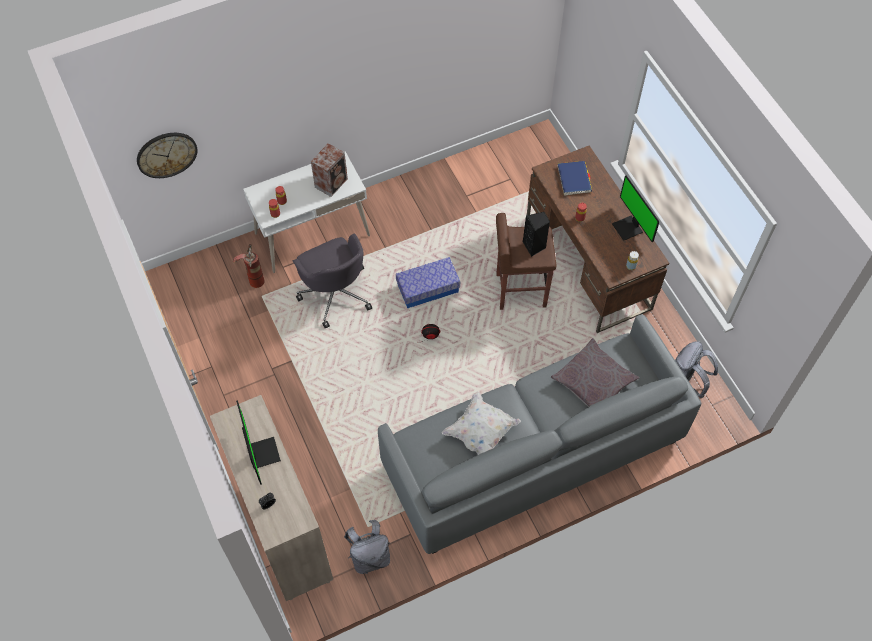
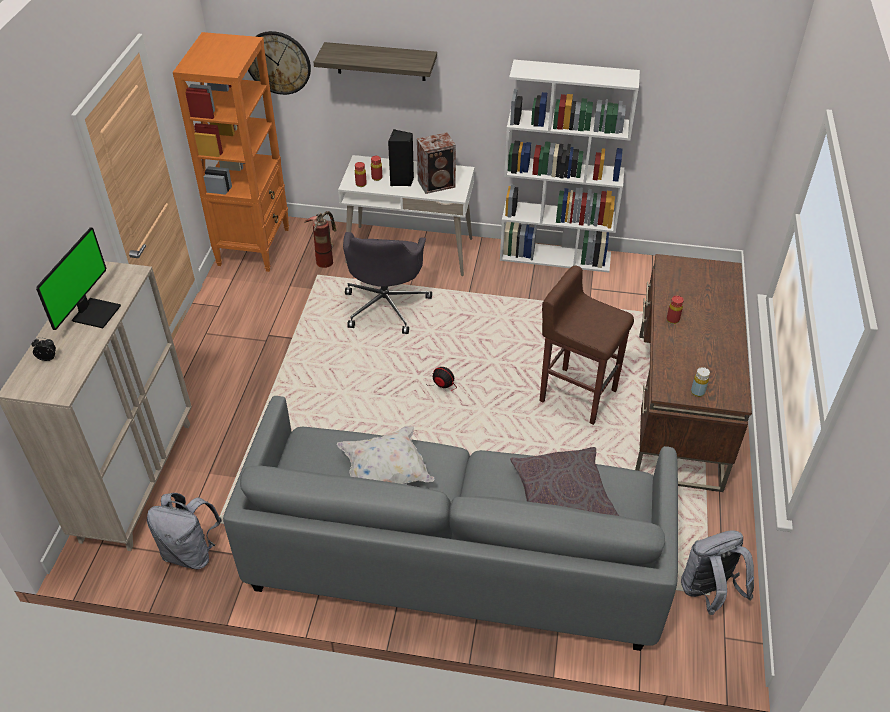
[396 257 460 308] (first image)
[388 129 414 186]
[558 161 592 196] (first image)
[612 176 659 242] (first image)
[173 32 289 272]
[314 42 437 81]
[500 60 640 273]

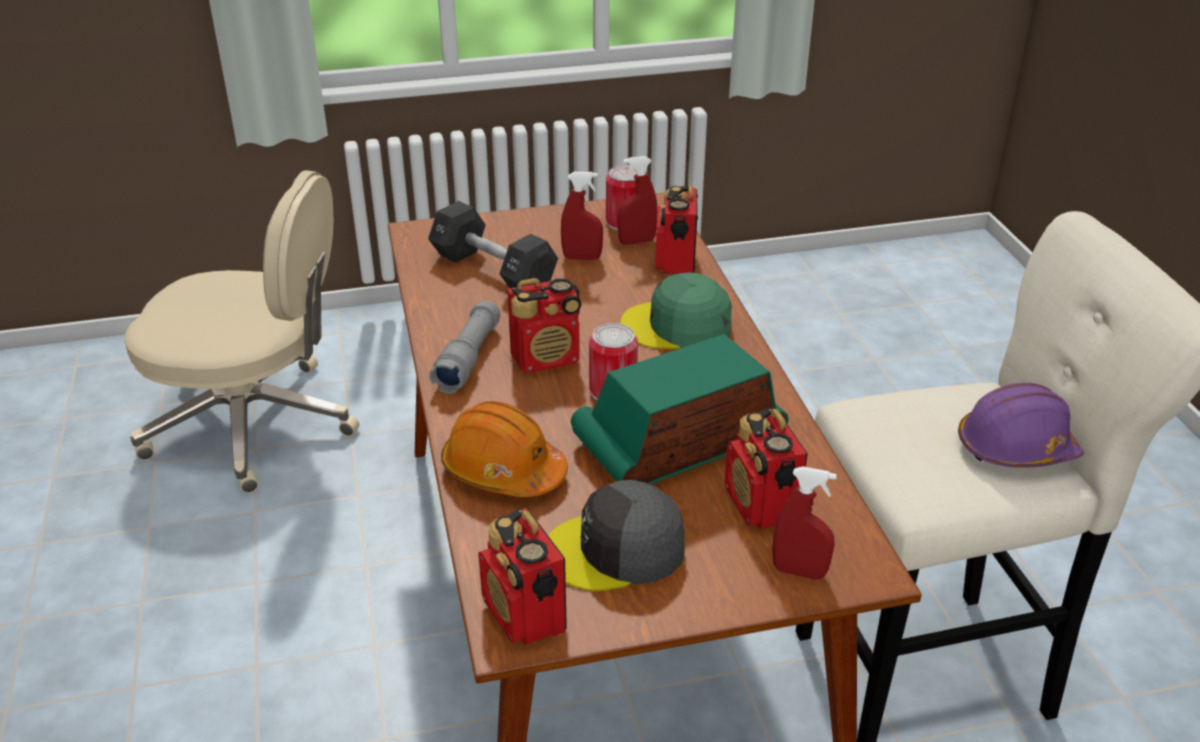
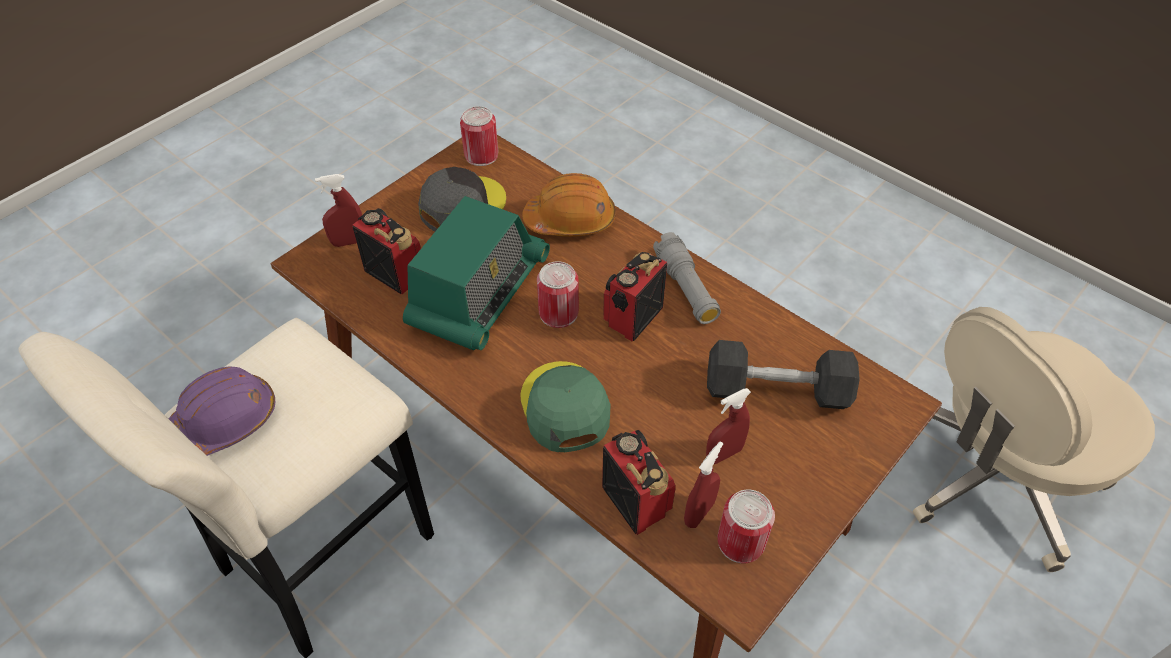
[460 106 498 166]
[521 361 611 452]

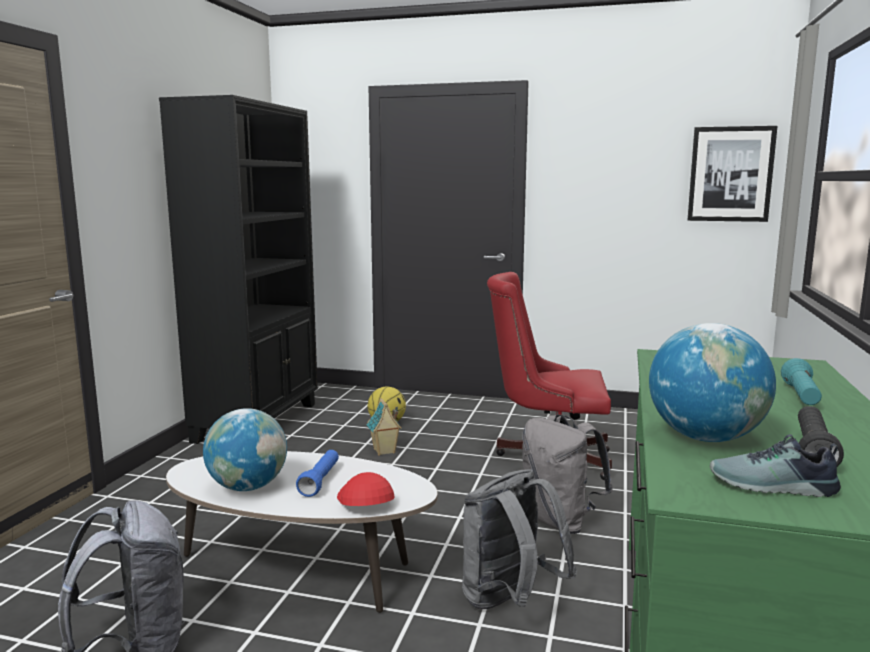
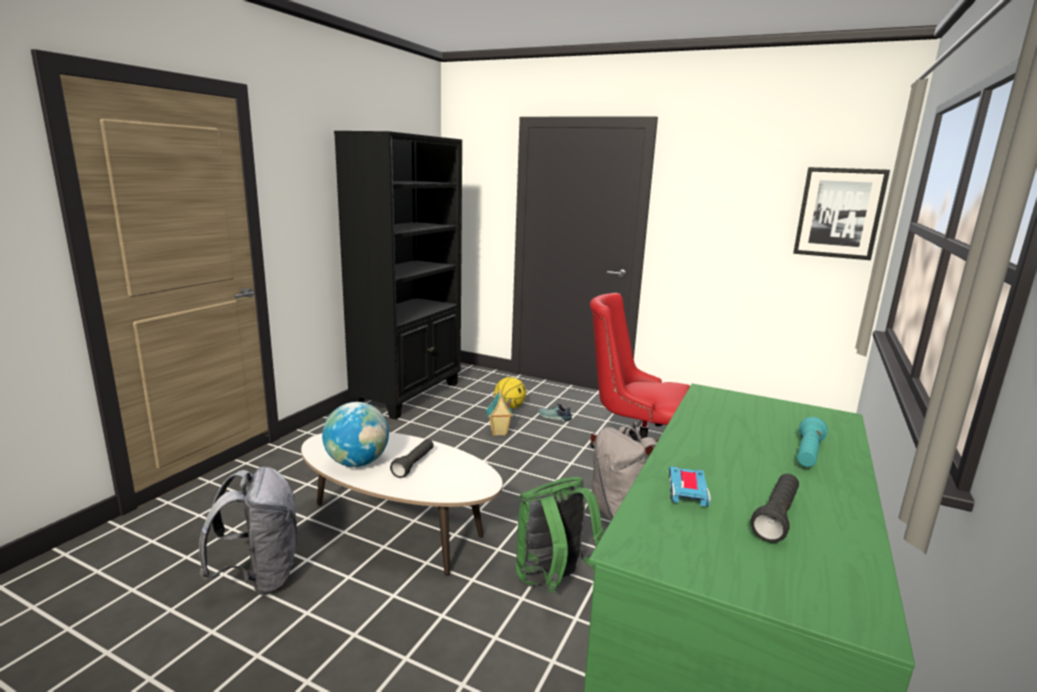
[390 439 434 478]
[337 472 395 506] (first image)
[516 477 603 593]
[668 466 711 507]
[538 403 572 422]

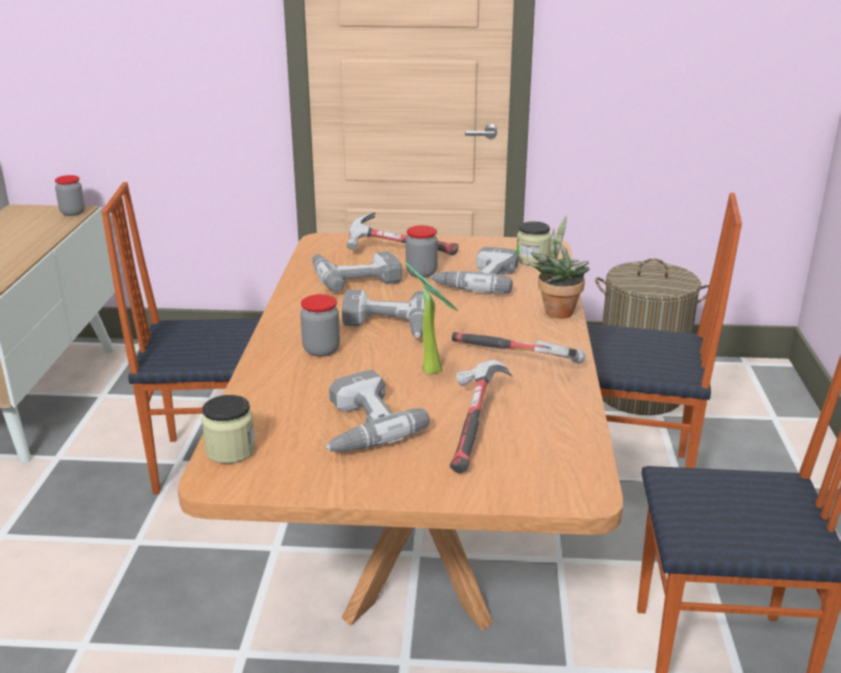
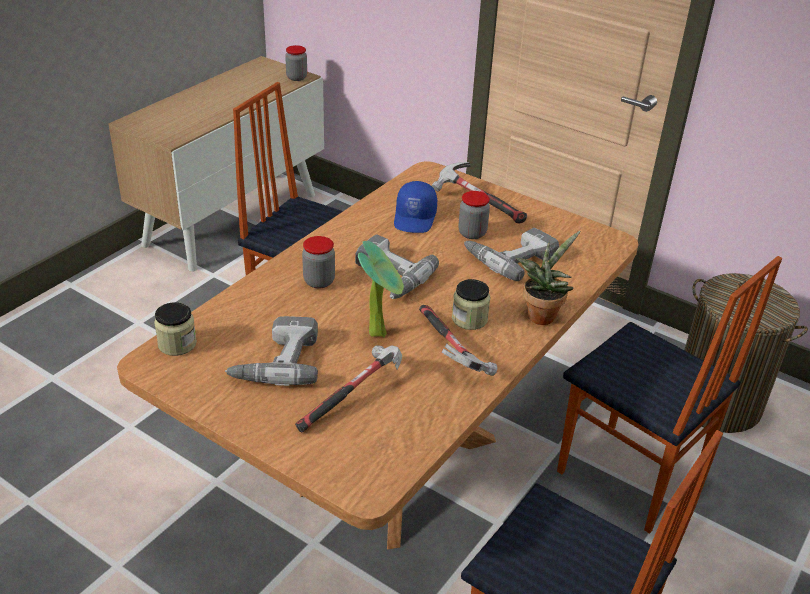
[394 181 437 233]
[452 279 490 330]

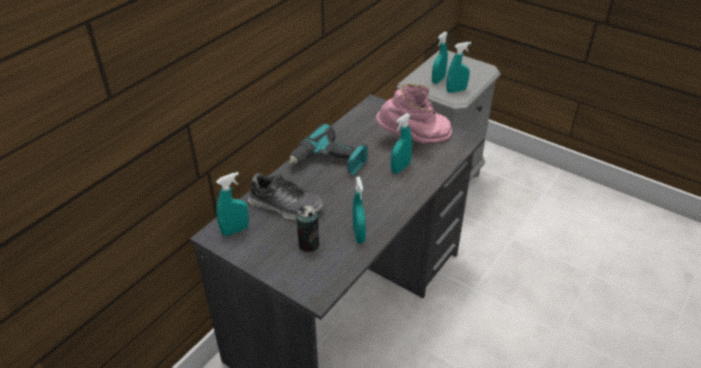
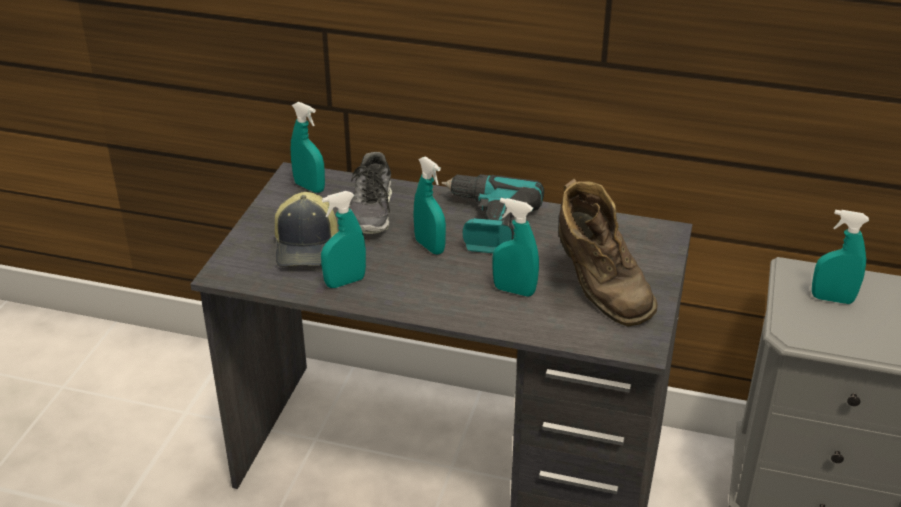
[275 192 338 267]
[559 179 658 327]
[414 156 446 255]

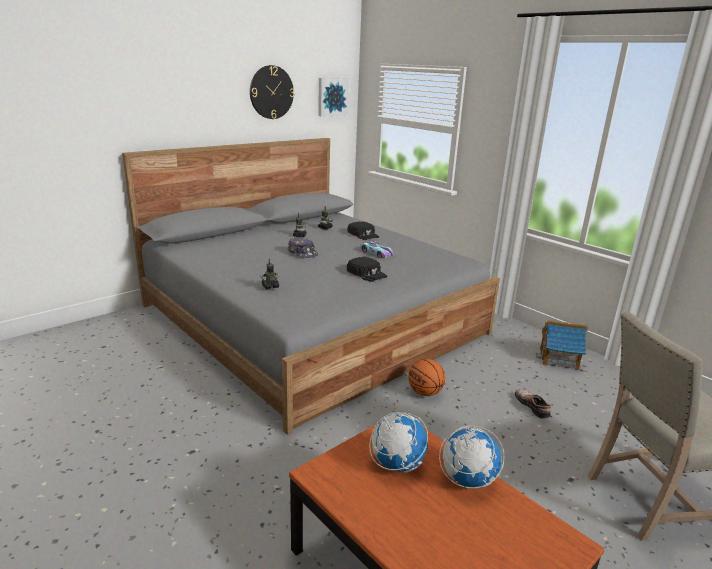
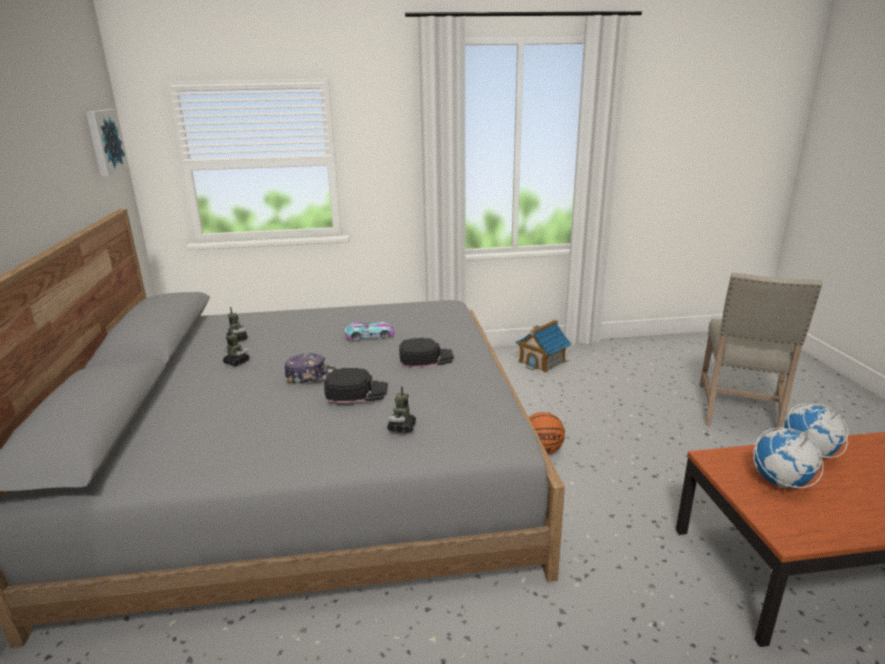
[250 65 294 119] (first image)
[324 368 388 403]
[515 389 551 419] (first image)

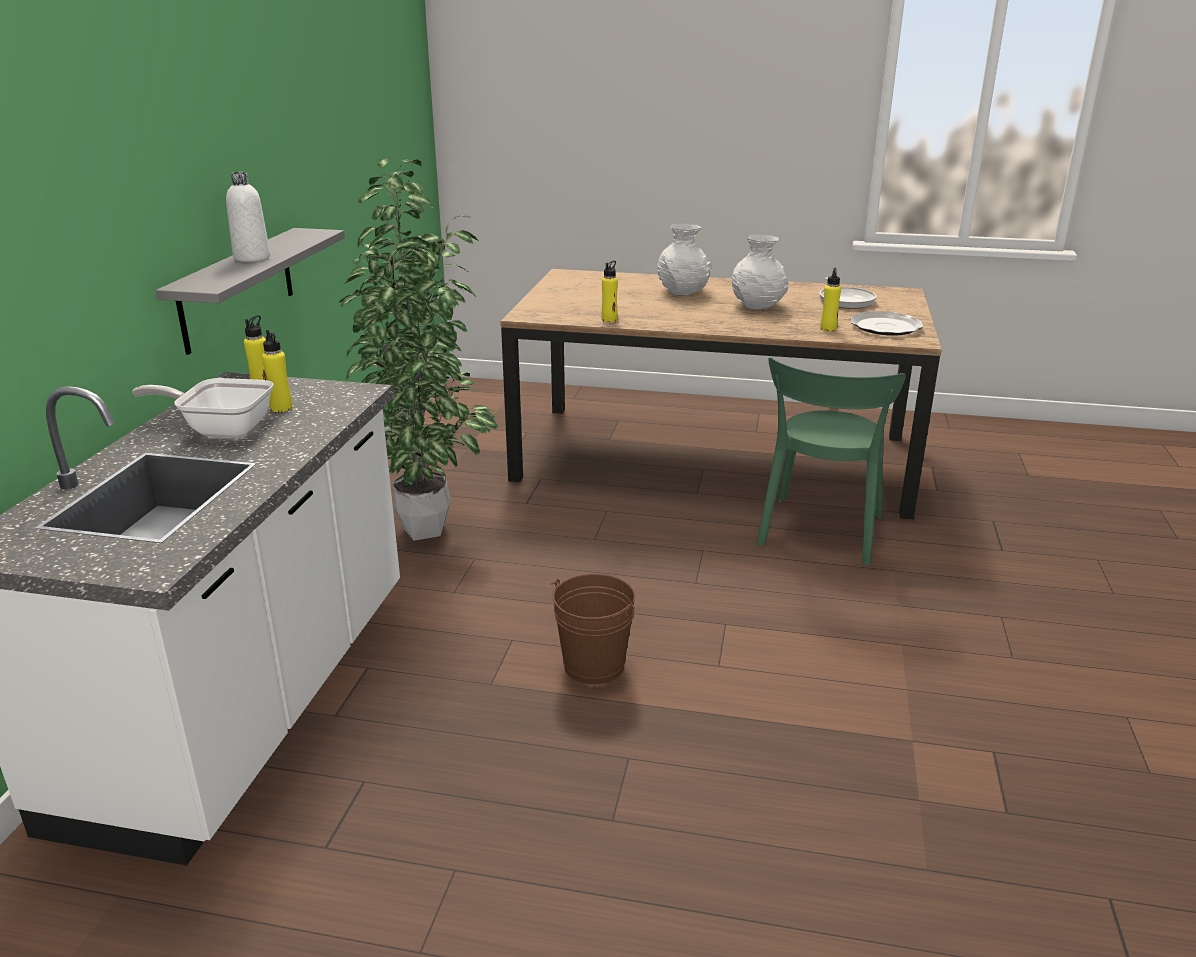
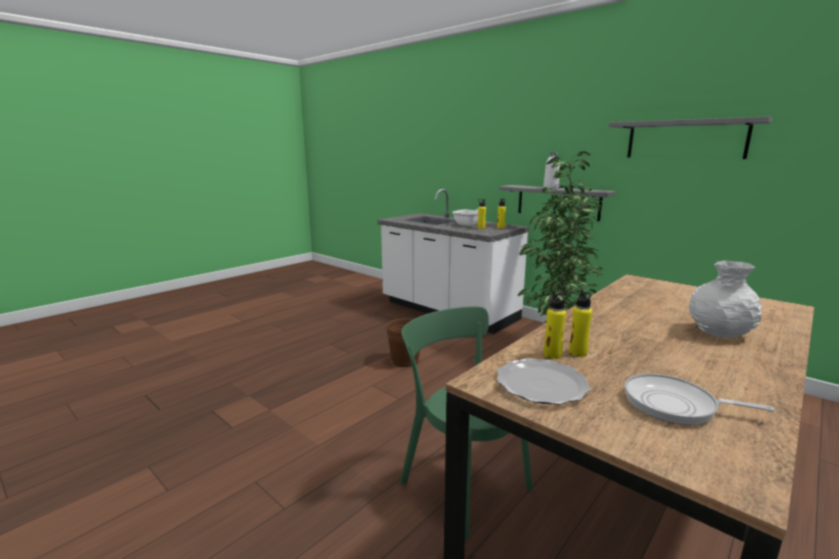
[569 289 592 357]
[732 234 788 310] (first image)
[608 116 773 159]

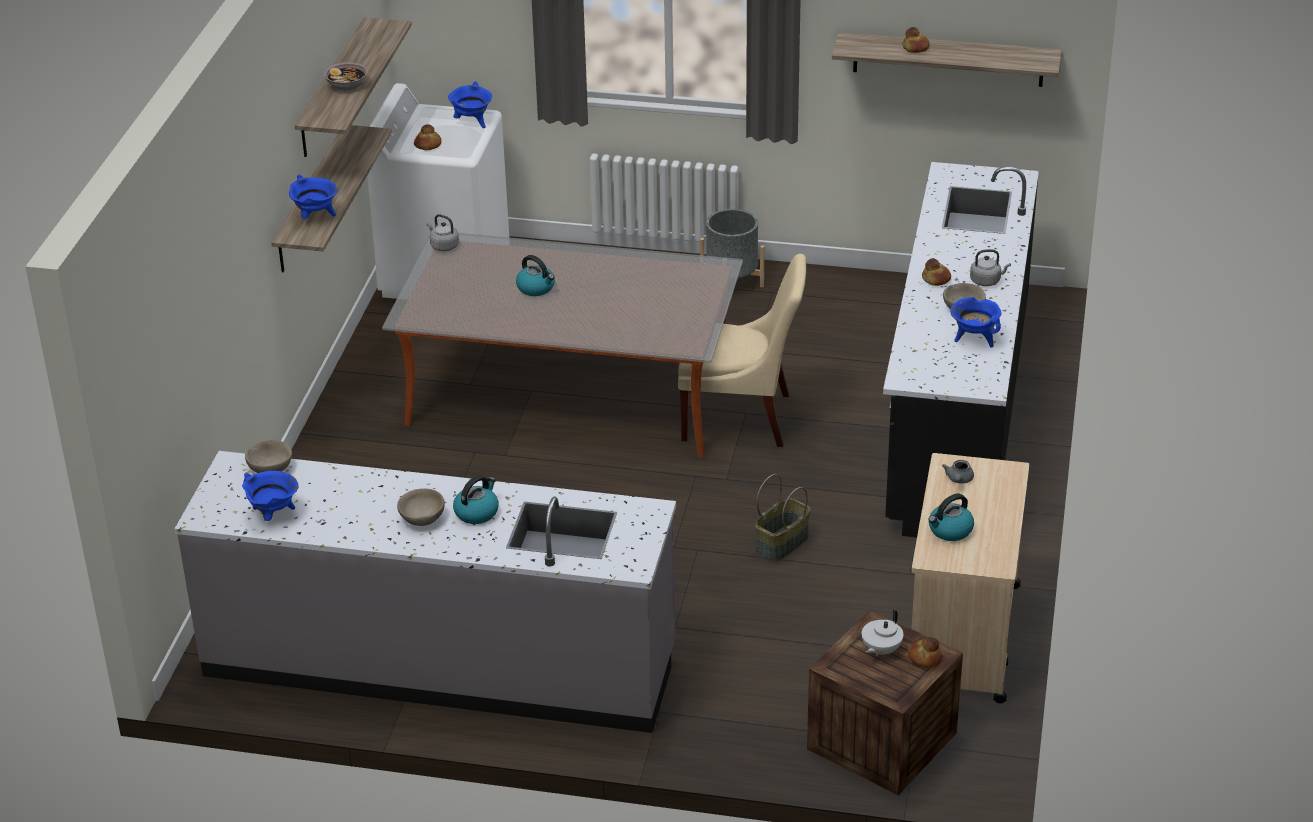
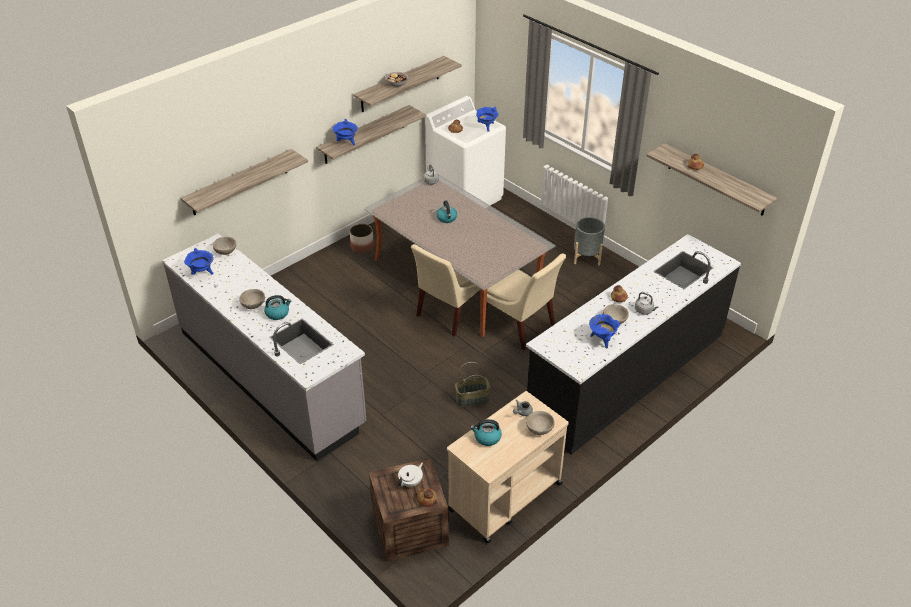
[398 463 423 487]
[181 149 308 215]
[350 224 374 253]
[411 244 488 336]
[526 411 554 435]

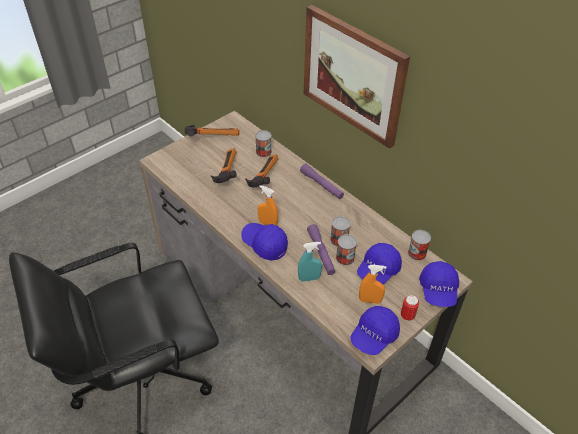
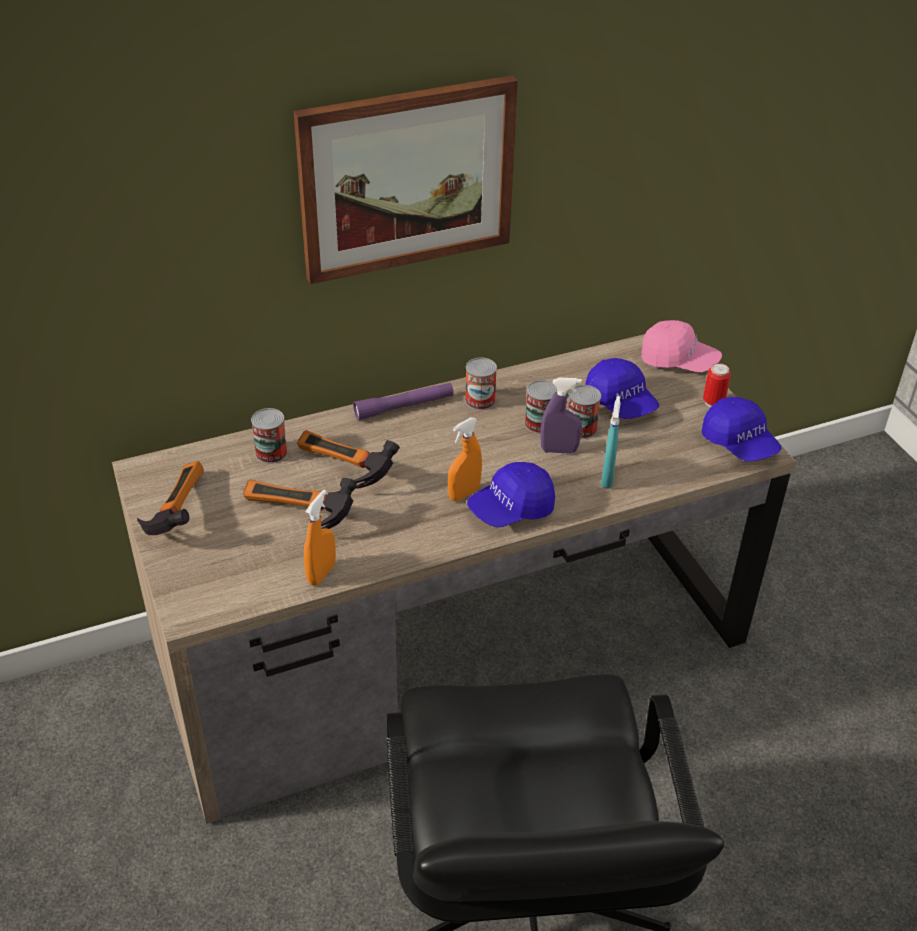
[540 378 582 454]
[304 490 336 586]
[465 357 497 410]
[641 320 722 372]

